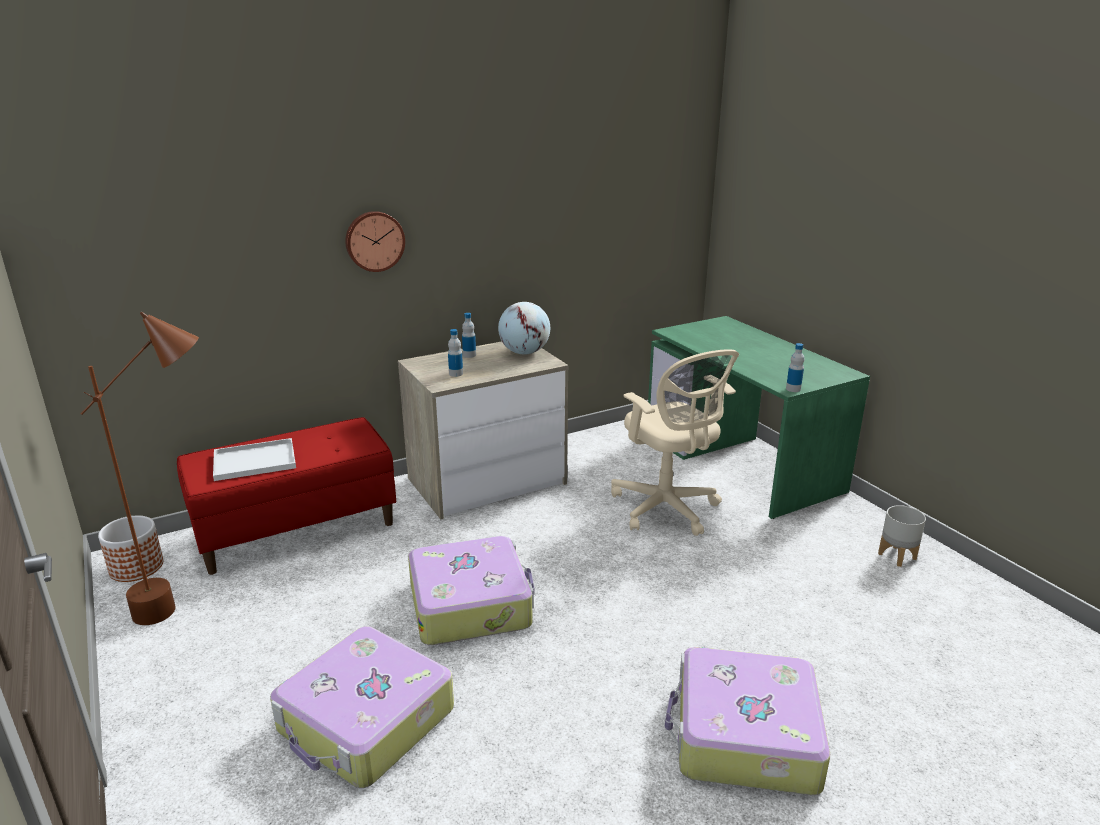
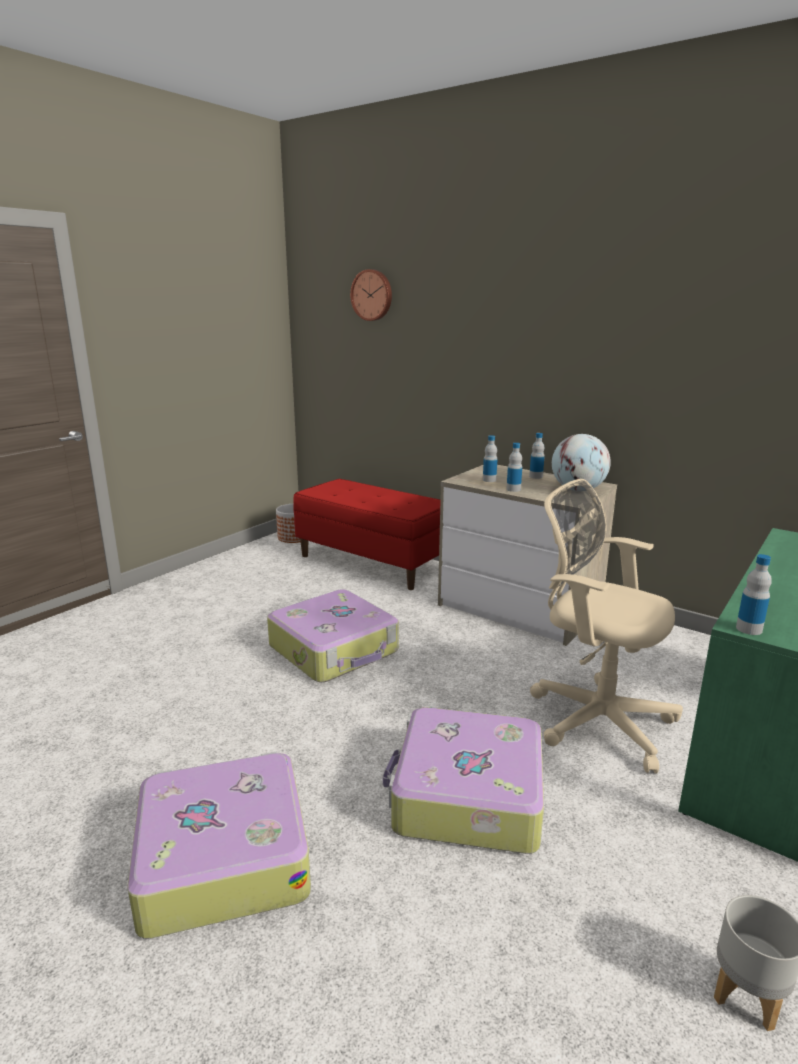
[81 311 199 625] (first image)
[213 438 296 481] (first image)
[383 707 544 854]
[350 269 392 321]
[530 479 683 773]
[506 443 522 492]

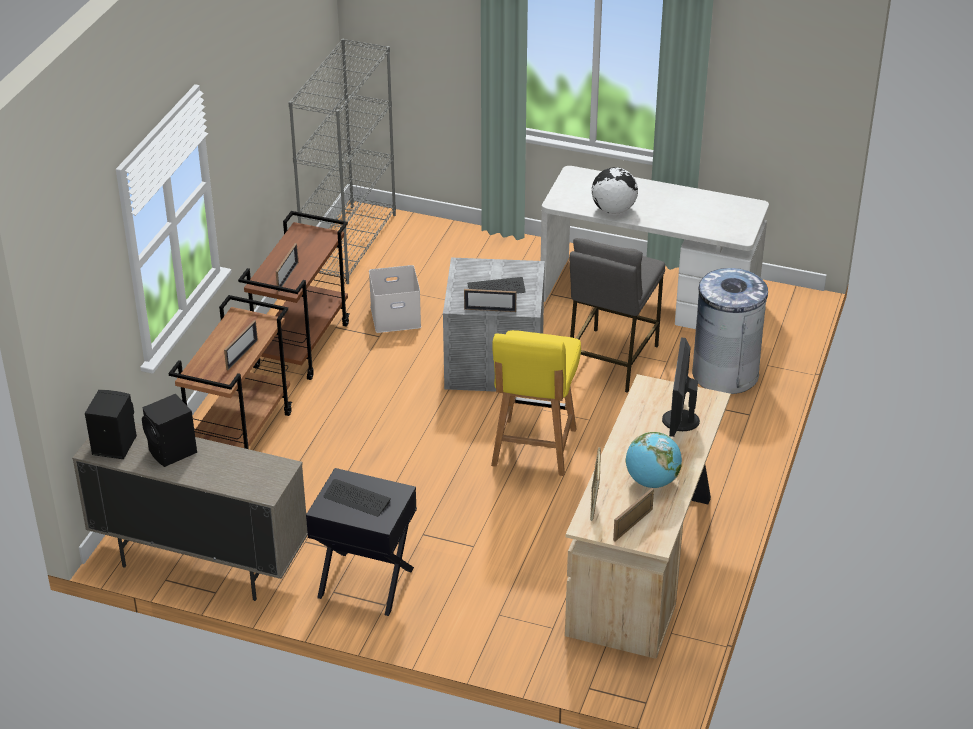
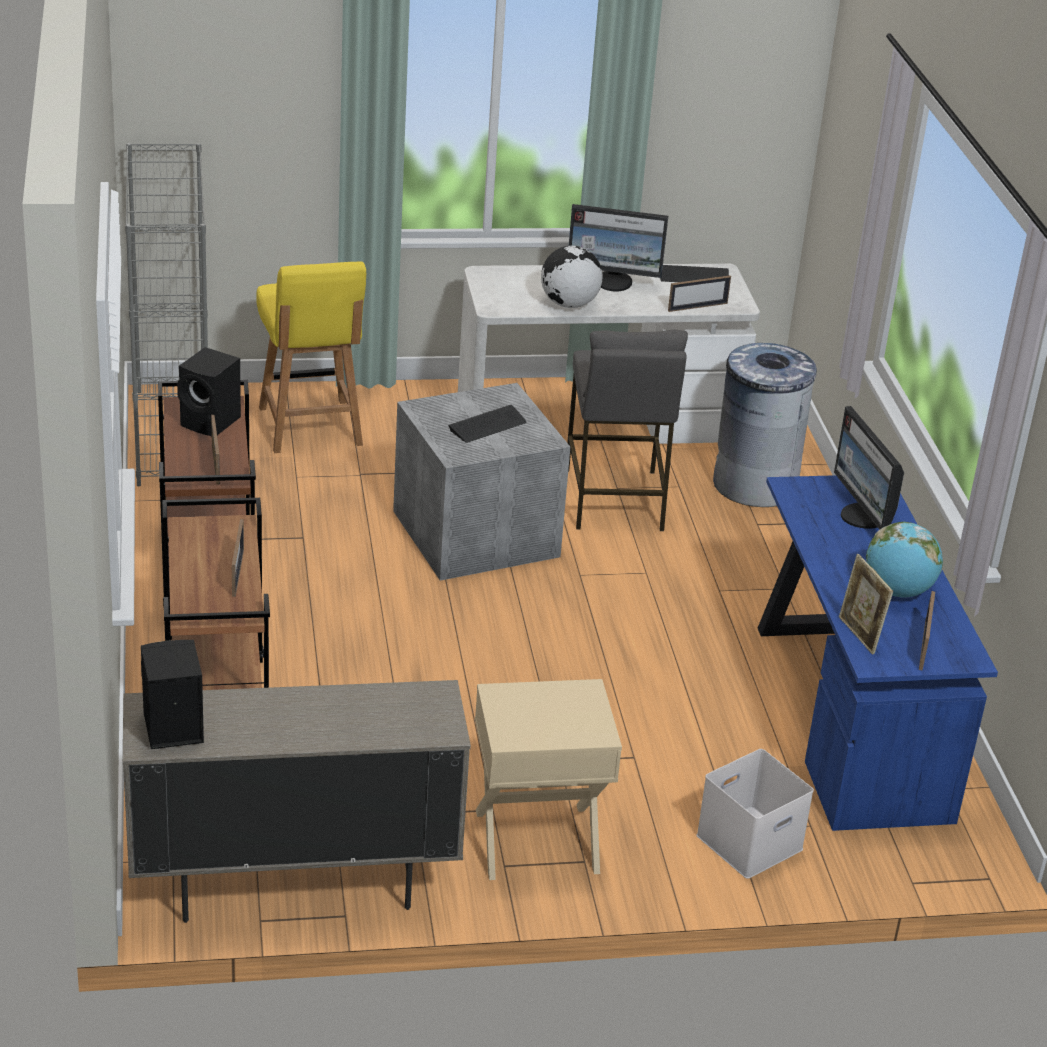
[177 347 241 436]
[475 679 622 880]
[660 265 729 282]
[696 749 814 879]
[668 276 731 312]
[256 262 366 453]
[758 475 998 831]
[569 204 668 291]

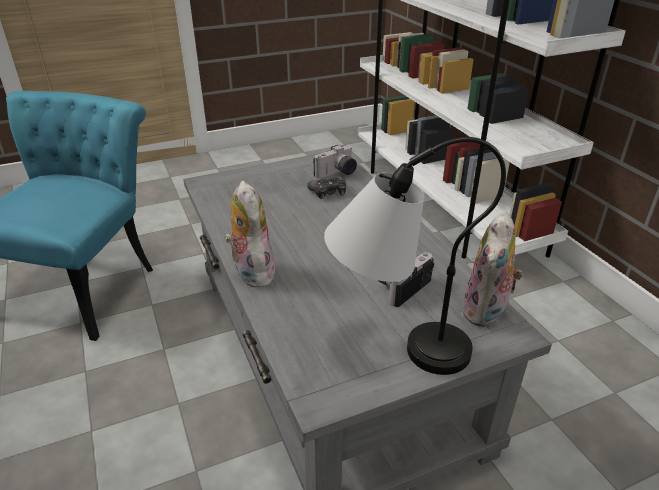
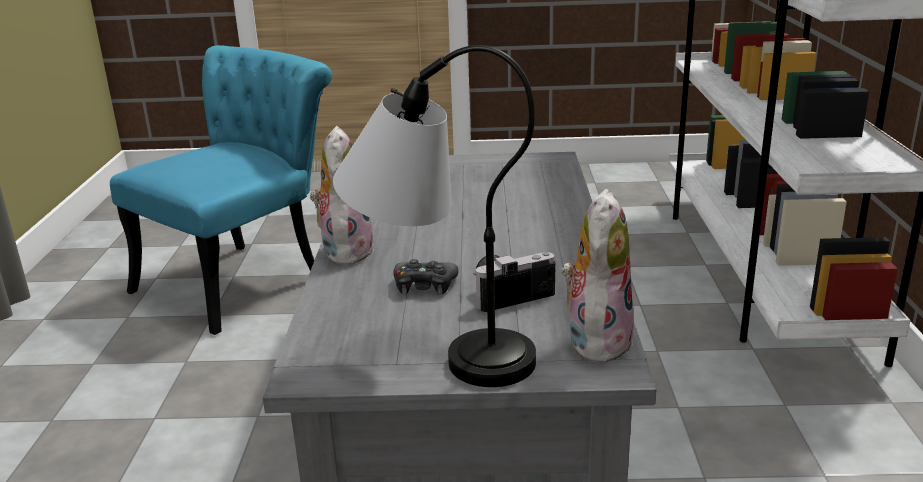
[393 259 459 295]
[313 145 357 179] (first image)
[561 188 634 365]

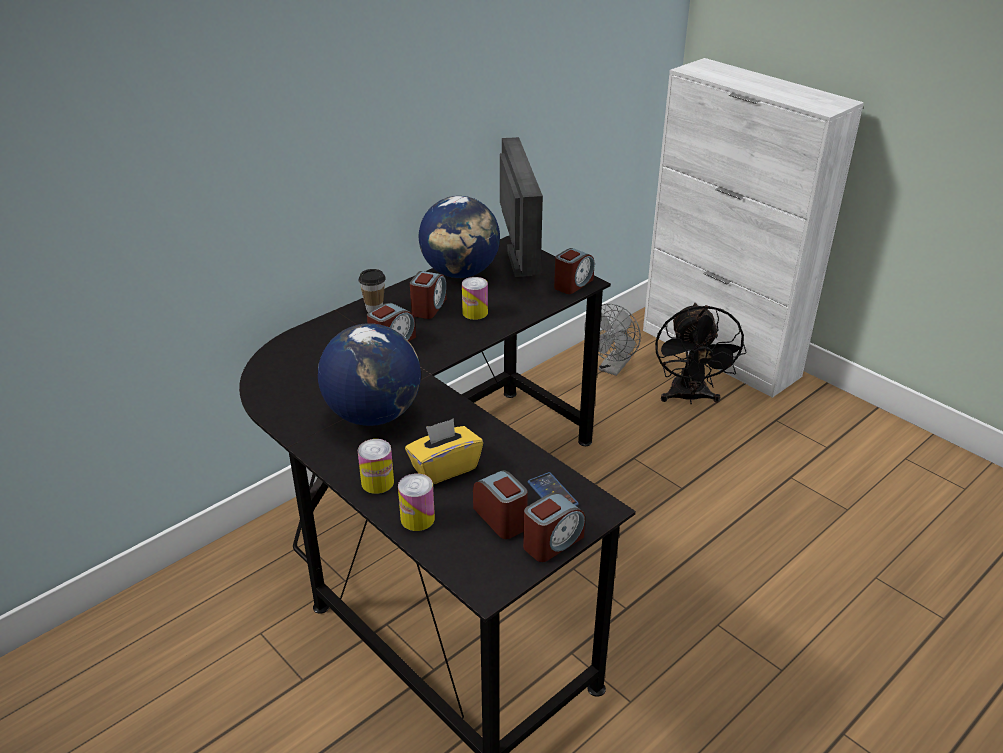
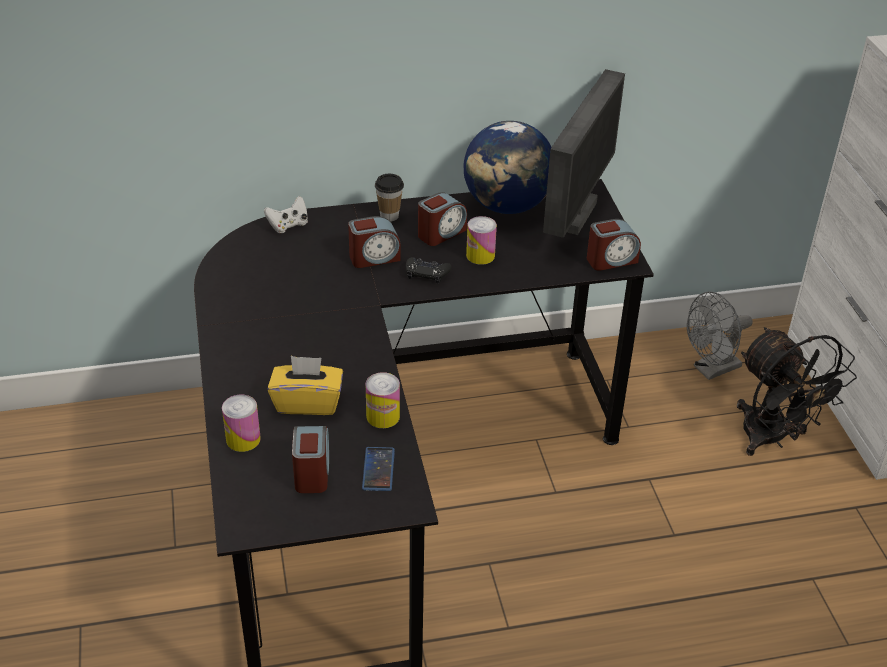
[318 323 421 426] (first image)
[366 372 400 428]
[523 493 585 562] (first image)
[737 327 857 456]
[264 196 308 233]
[406 257 452 284]

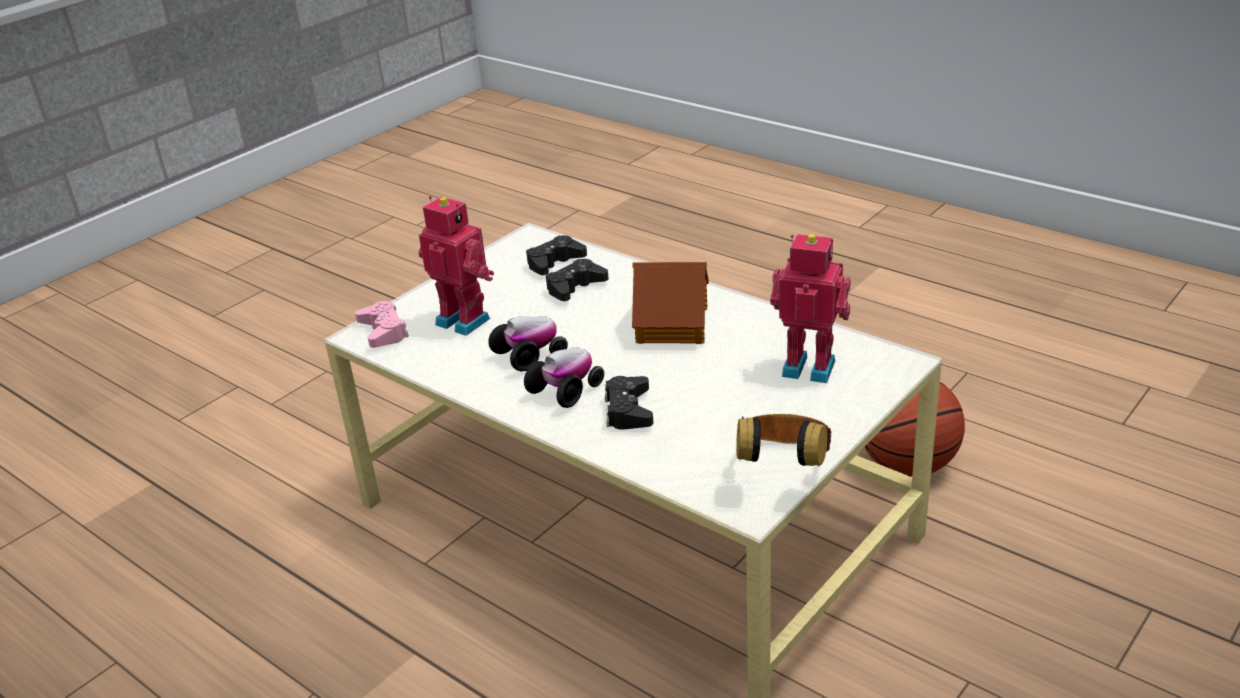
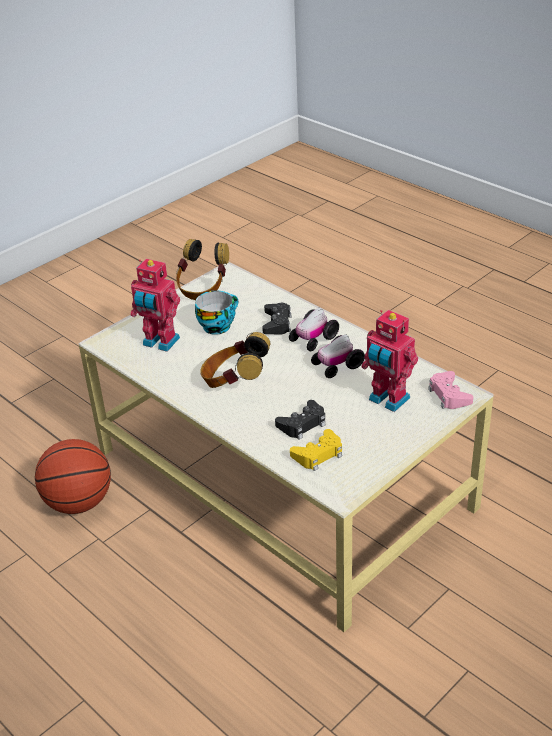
[290 429 342 471]
[200 332 270 388]
[195 291 238 335]

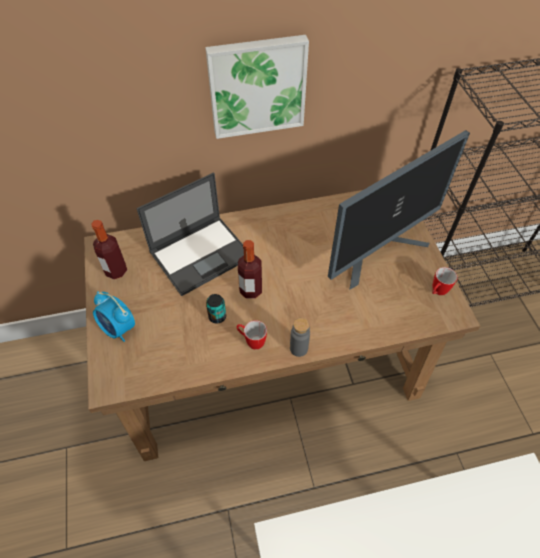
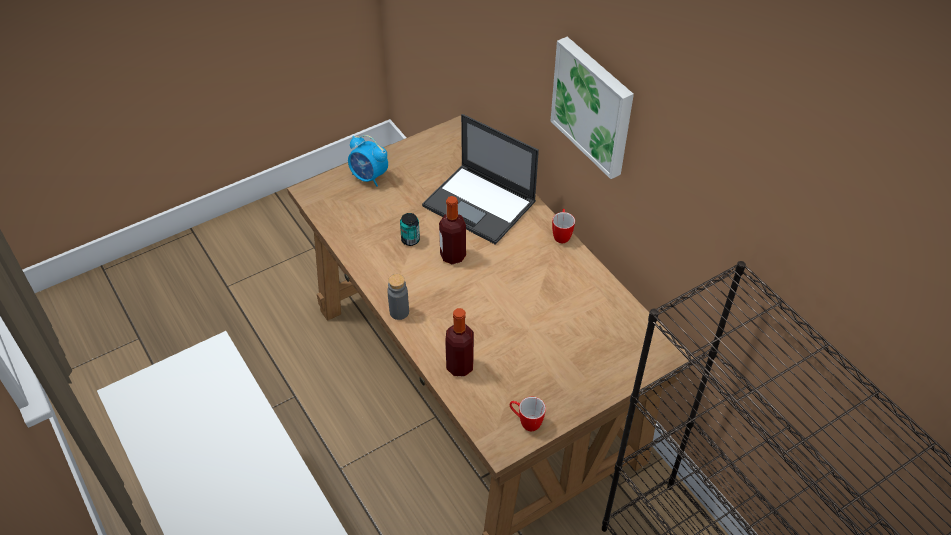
[445 308 474 377]
[348 135 388 187]
[552 209 575 243]
[328 130 470 290] (first image)

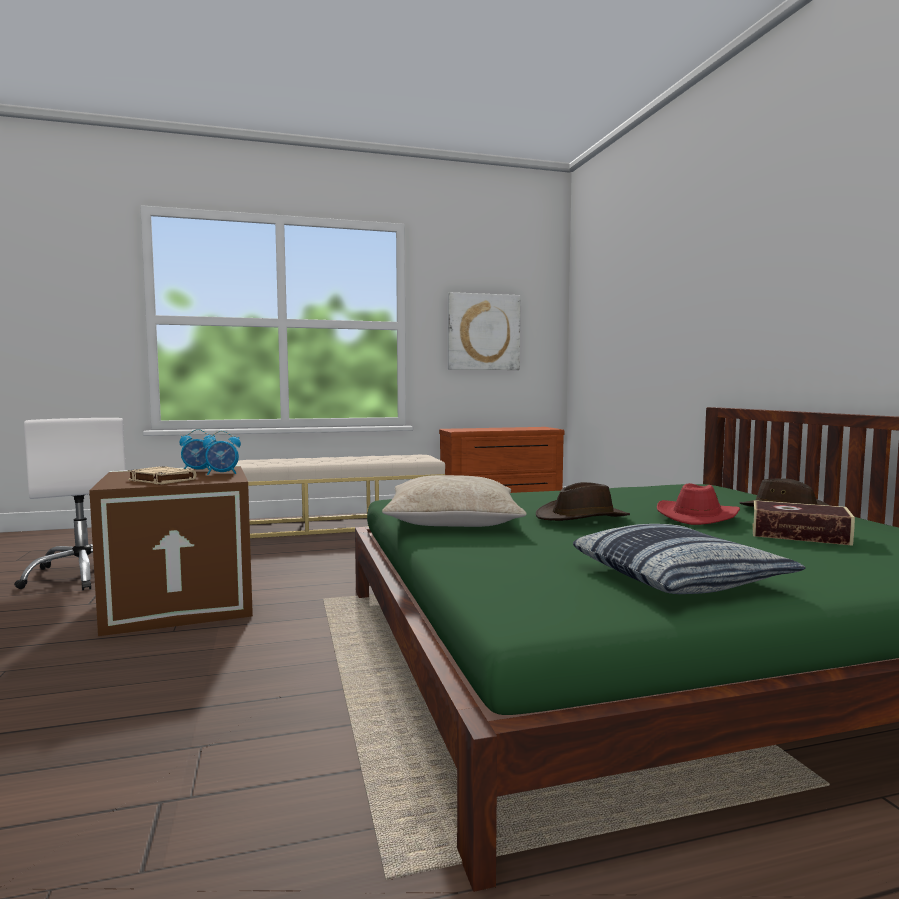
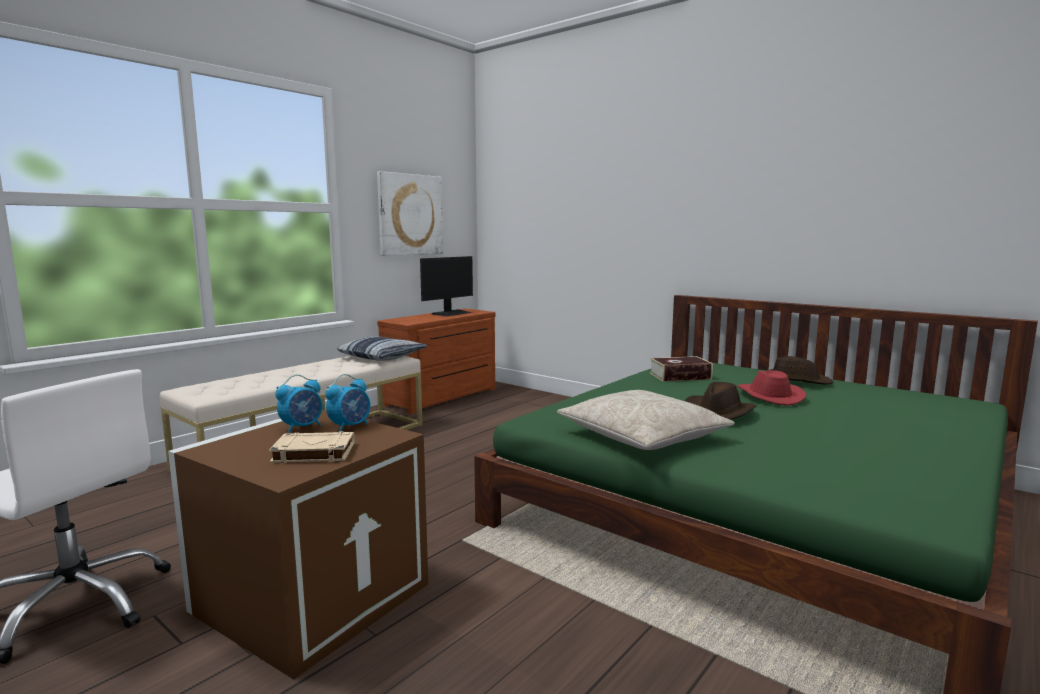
[337 337 428 361]
[650 356 713 382]
[420 256 473 316]

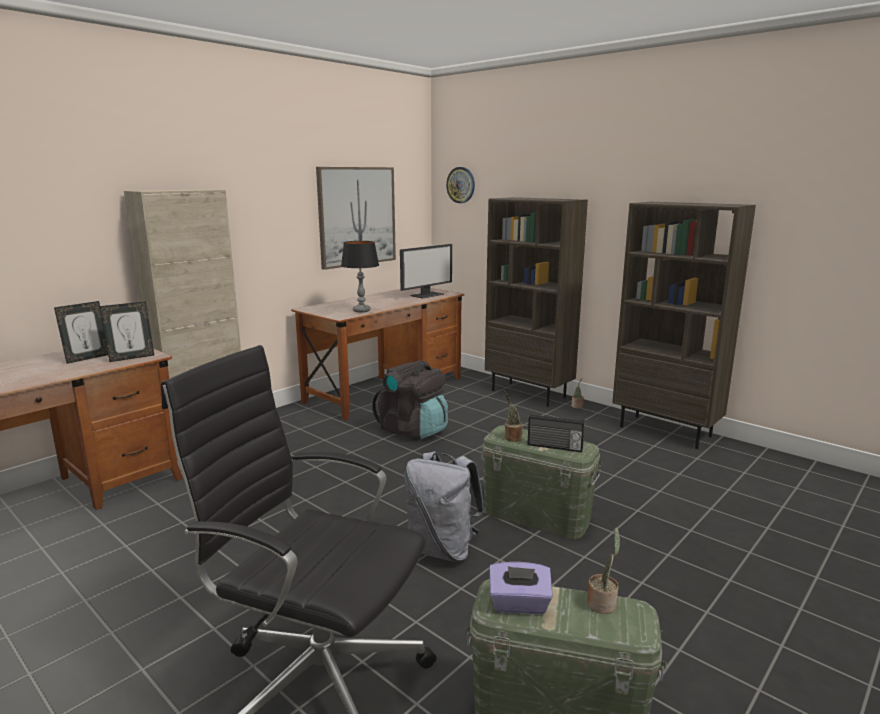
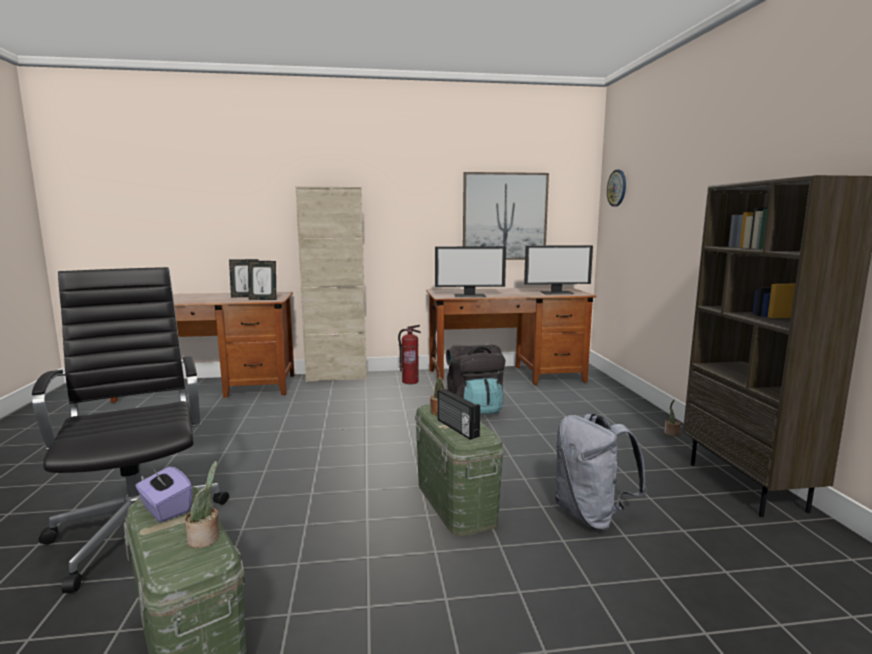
[435 246 506 297]
[555 414 647 531]
[485 197 588 407] (first image)
[398 325 421 384]

